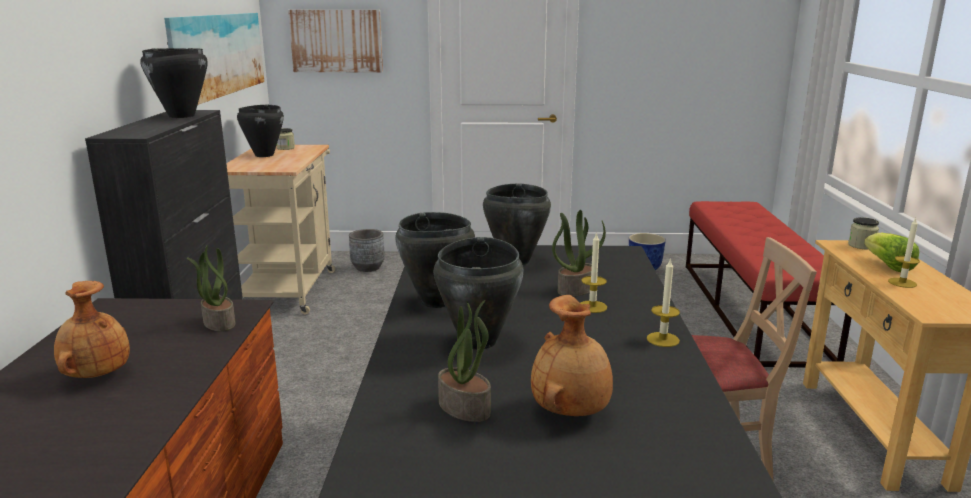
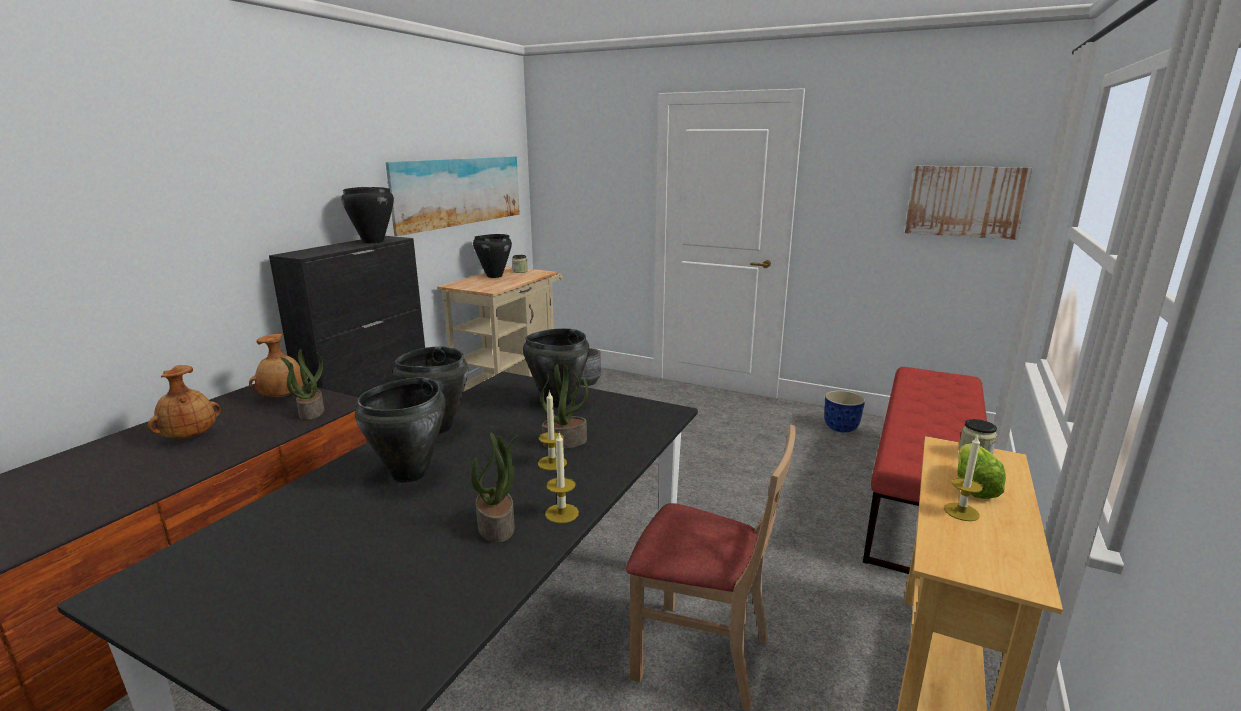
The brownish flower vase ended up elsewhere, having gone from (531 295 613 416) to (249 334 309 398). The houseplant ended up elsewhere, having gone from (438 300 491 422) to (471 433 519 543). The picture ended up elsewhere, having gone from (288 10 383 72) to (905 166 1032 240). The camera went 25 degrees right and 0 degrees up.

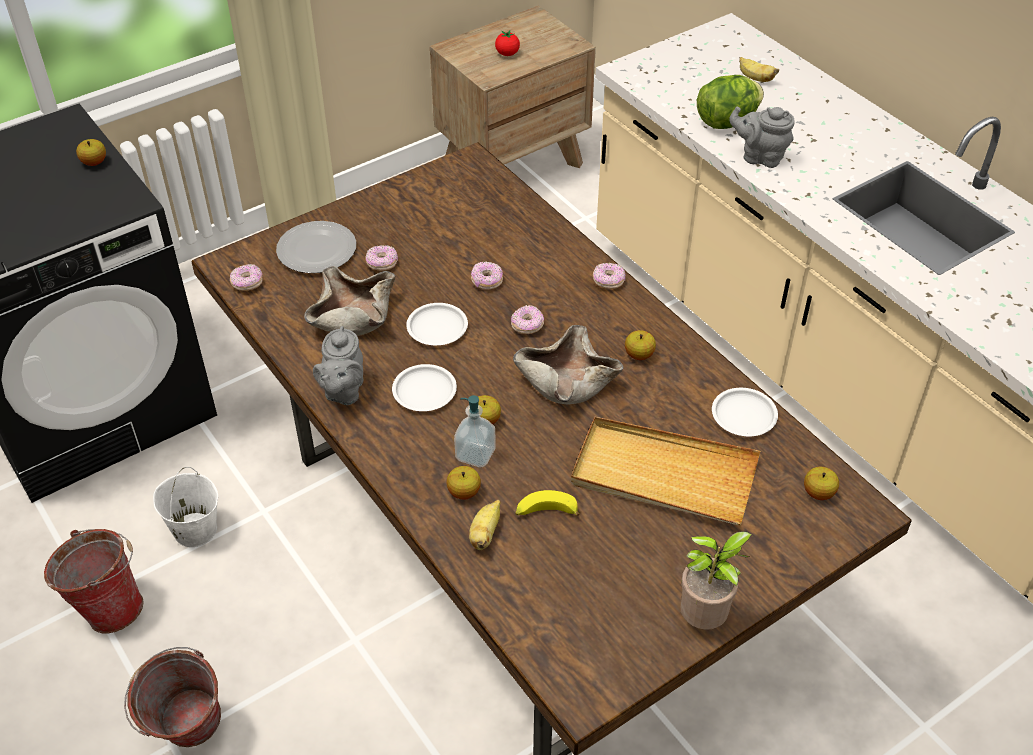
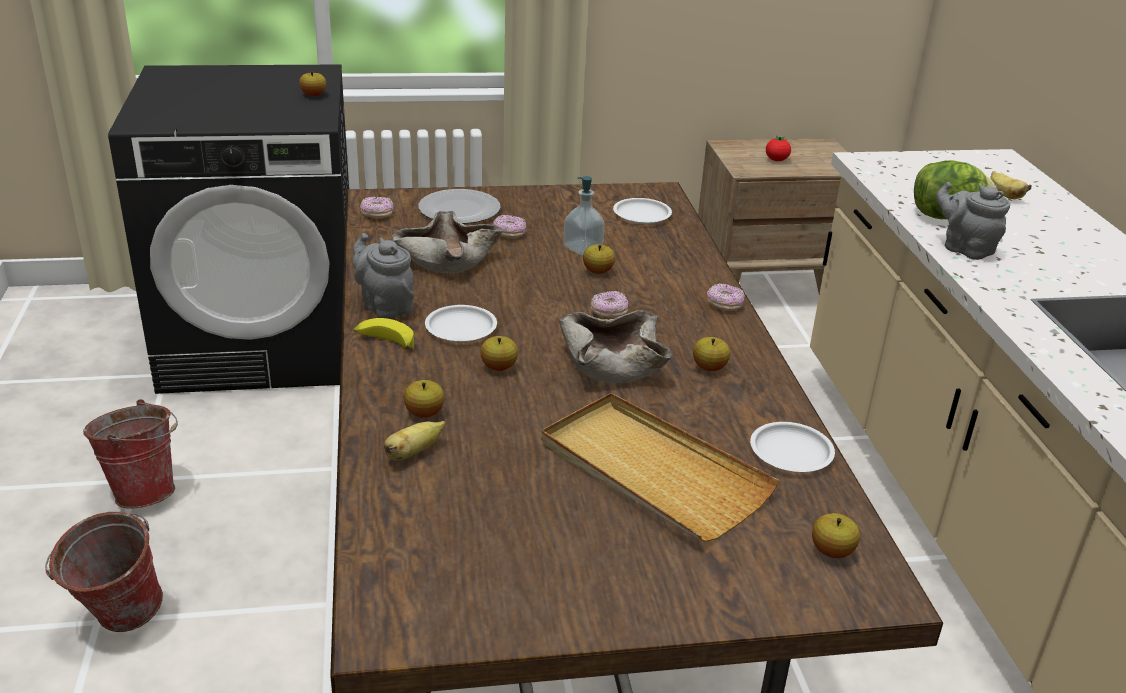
The grey pot for tea at (313 326 363 405) ended up facing another way, 105 degrees clockwise from before. The banana ended up elsewhere, having gone from (515 490 580 516) to (354 318 414 349). The liquid soap bottle ended up elsewhere, having gone from (454 395 496 467) to (563 176 605 255). Where the donut stood at (471 262 503 289), the whole apple came to stand at (583 244 615 274). The white-coloured dinner plate ended up elsewhere, having gone from (406 303 468 345) to (613 198 672 224). The second view lost the white-coloured water bucket at (153 467 218 547). The second view lost the houseplant at (681 531 751 630). The camera went 25 degrees right and 15 degrees down.

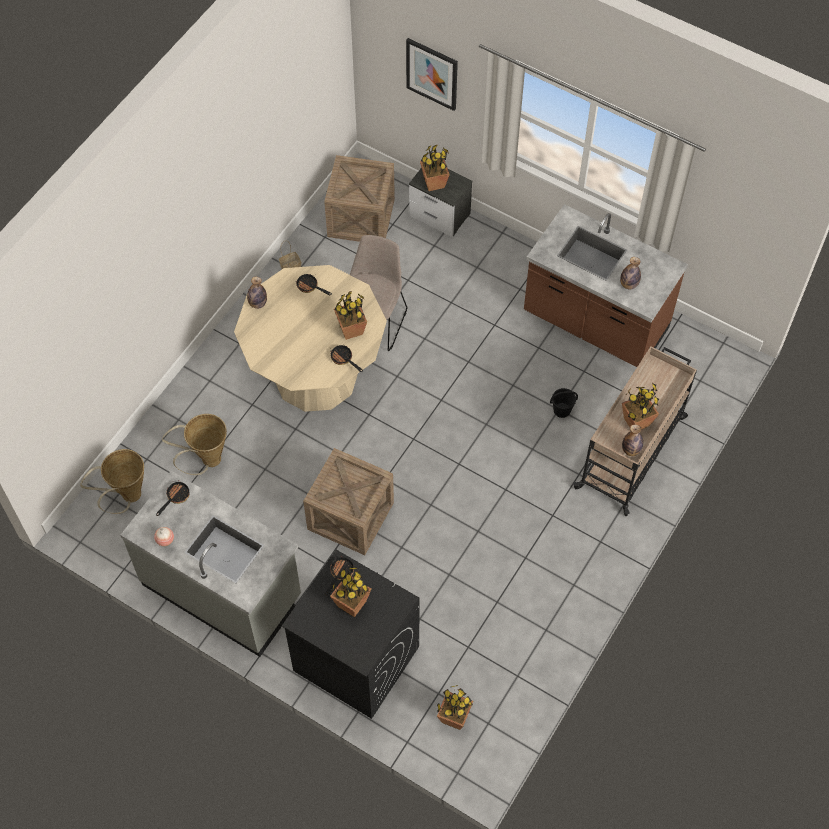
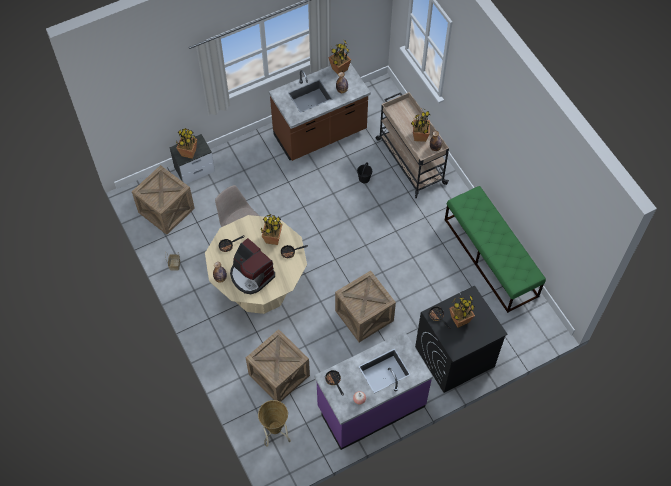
The second view gained the coffee brewer at (230 238 275 294). Where the basket stood at (162 414 227 475), the shipping crate came to stand at (246 329 310 402). What was the grey kitchen base unit at (120 471 301 657) turned into the purple-coloured kitchen base unit at (314 331 433 450). The houseplant ended up elsewhere, having gone from (437 685 473 730) to (328 40 351 74). The second view gained the green indoor bench at (445 186 546 313). The second view lost the picture at (406 38 458 111). The camera went 60 degrees left and 0 degrees up.

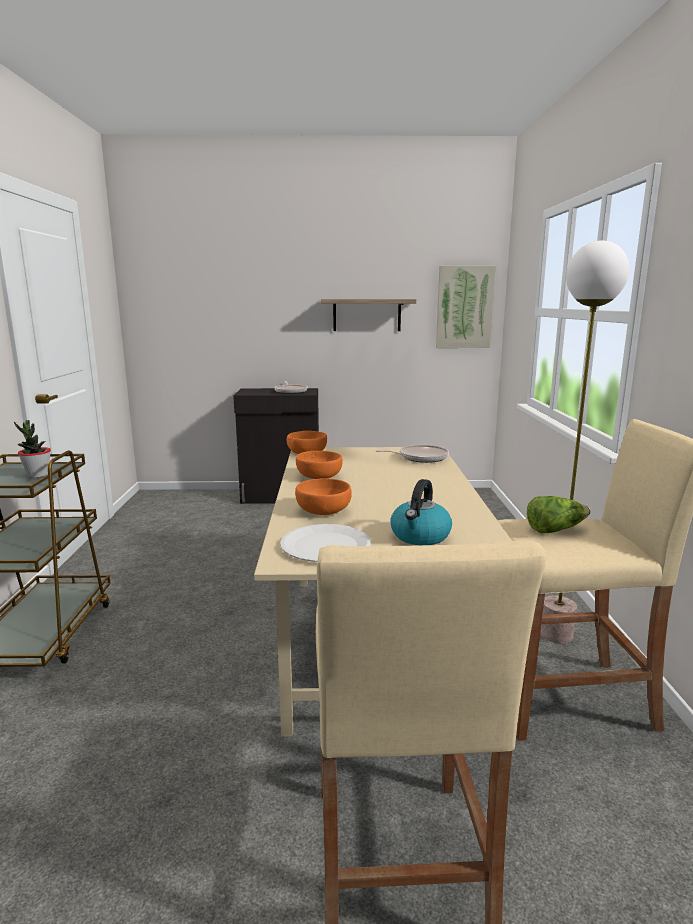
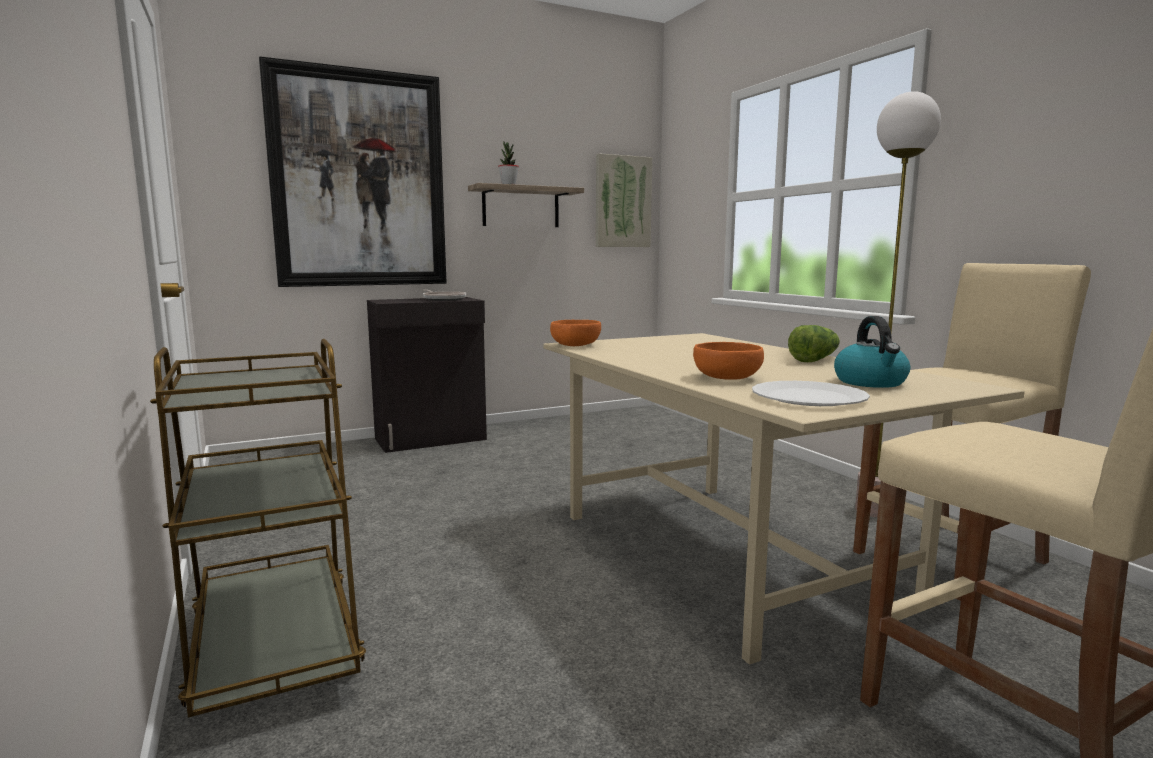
The second view gained the picture at (259 56 447 287). The houseplant ended up elsewhere, having gone from (14 420 51 478) to (498 141 519 184). The head of lettuce ended up elsewhere, having gone from (527 496 590 533) to (788 325 840 362). The second view lost the orange-coloured serving bowl at (296 451 343 479). The second view lost the skillet at (376 445 449 463). The camera went 25 degrees left and 5 degrees down.

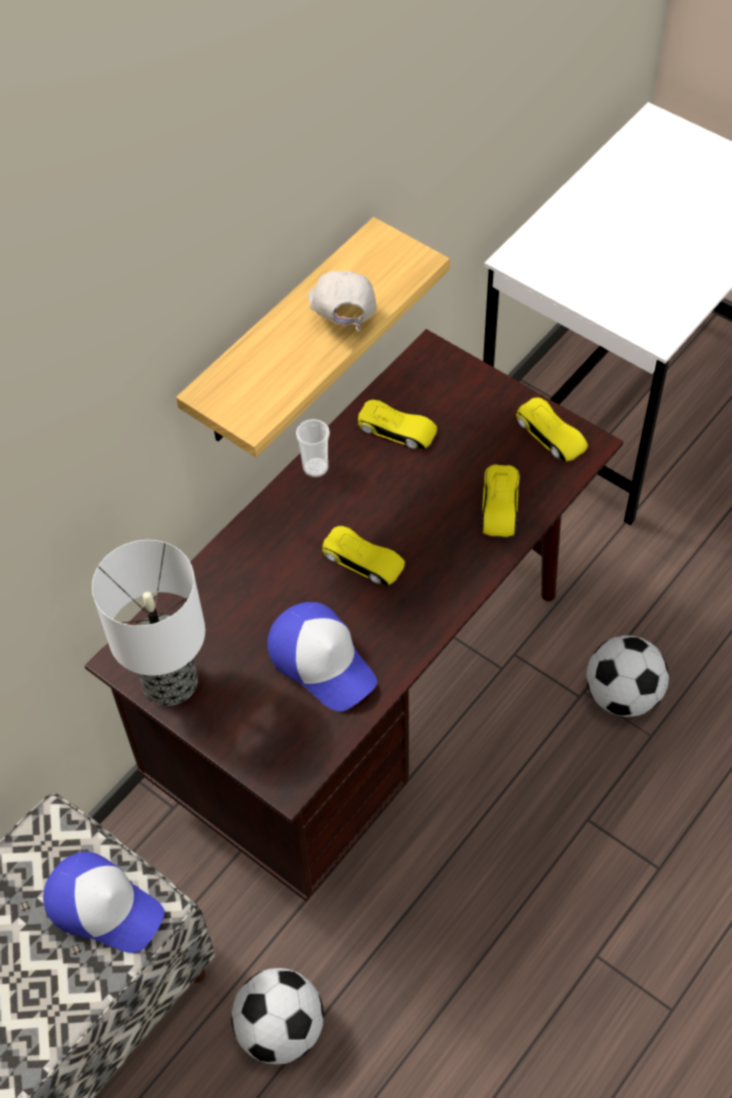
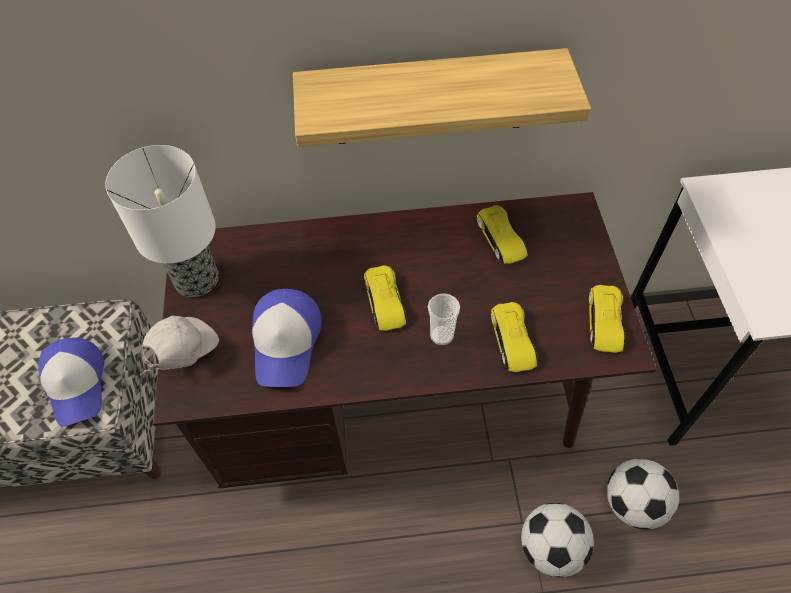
The white-coloured cap ended up elsewhere, having gone from (308 271 377 331) to (140 316 219 376). The cup ended up elsewhere, having gone from (296 419 330 478) to (428 293 460 345). The yellowish model car at (481 464 520 537) ended up facing another way, 60 degrees counterclockwise from before. The ball for football ended up elsewhere, having gone from (231 968 324 1065) to (607 459 679 530). The camera went 45 degrees right and 0 degrees up.

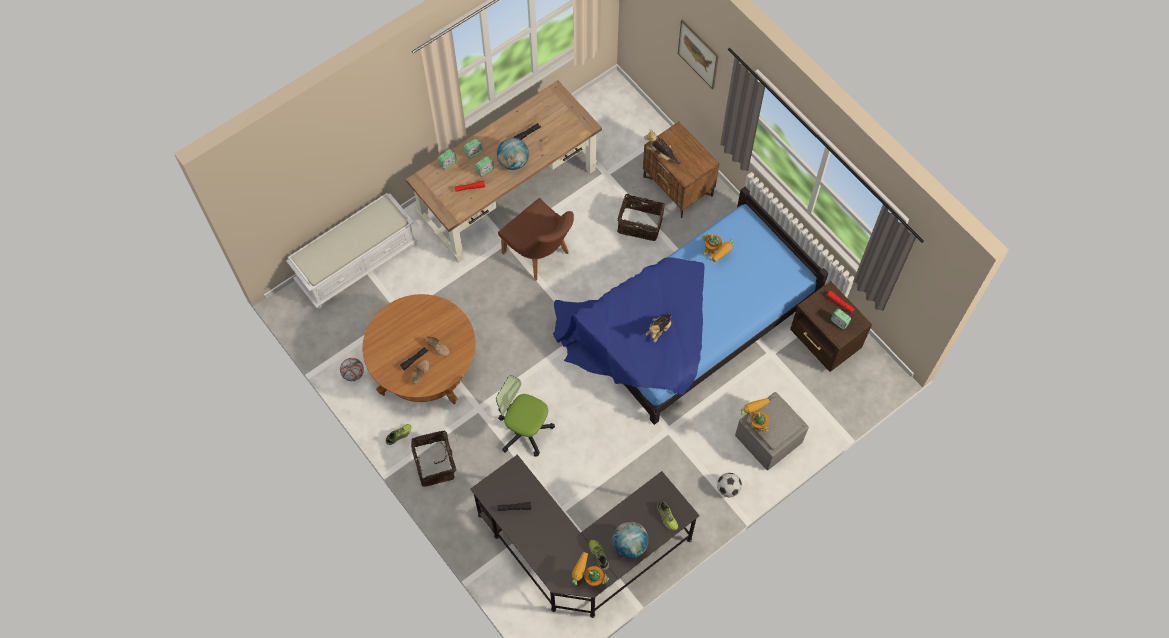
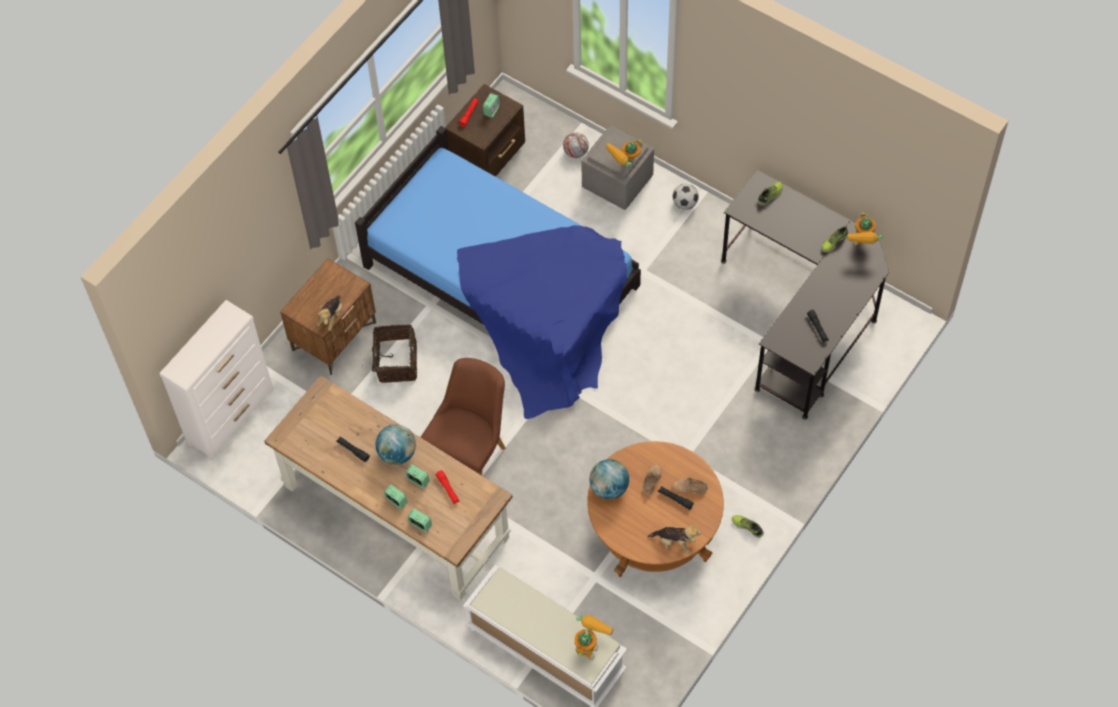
The second view gained the white-coloured dresser at (160 300 274 461). The ball for football ended up elsewhere, having gone from (340 358 364 381) to (563 132 589 158). The model robot ended up elsewhere, having gone from (702 234 734 262) to (574 615 613 660). The desk globe ended up elsewhere, having gone from (612 522 648 559) to (589 459 629 499). The cuddly toy ended up elsewhere, having gone from (645 312 672 343) to (648 523 701 553). The second view lost the basket at (411 430 456 487). The second view lost the desk chair at (496 375 555 456). The second view lost the picture at (678 20 719 89). The camera went 105 degrees left and 5 degrees down.

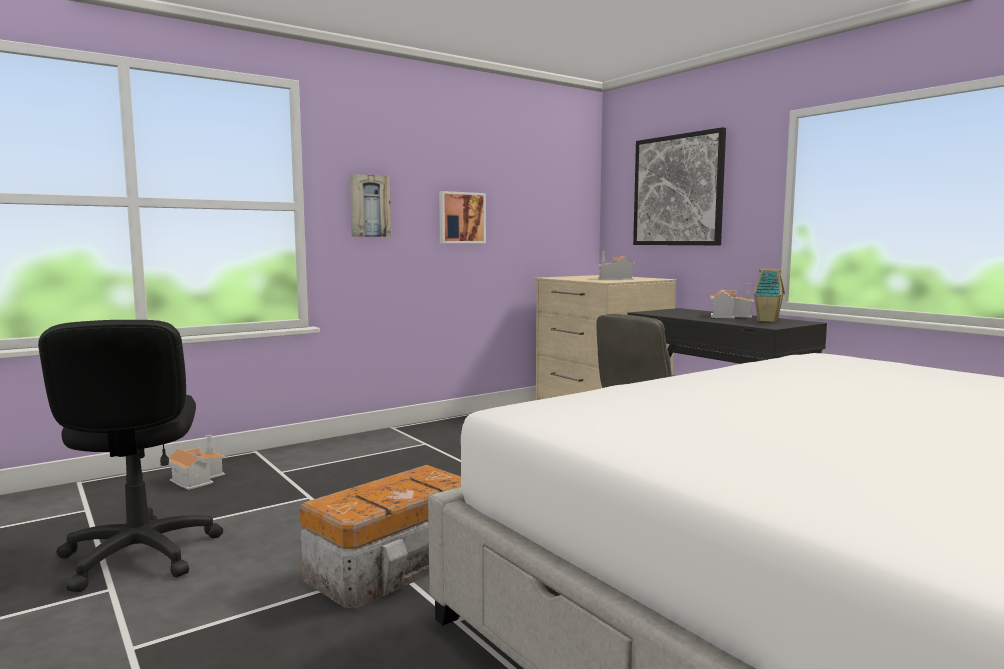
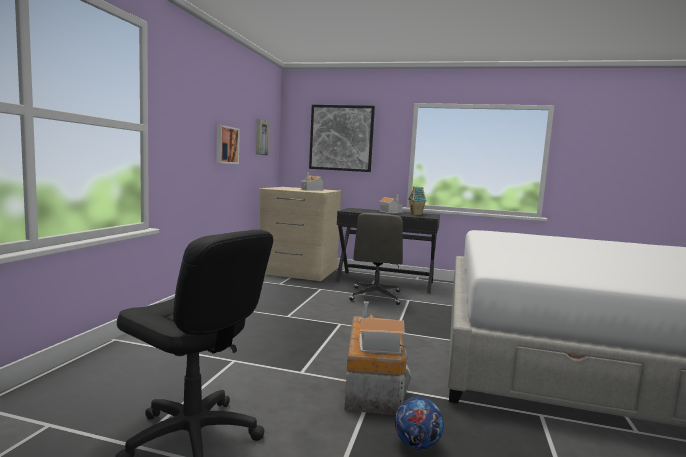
The picture ended up elsewhere, having gone from (350 174 391 237) to (256 119 270 156). The miniature house ended up elsewhere, having gone from (169 435 226 490) to (359 301 405 354). The second view gained the ball for football at (395 397 444 450). The camera went 40 degrees left and 0 degrees up.

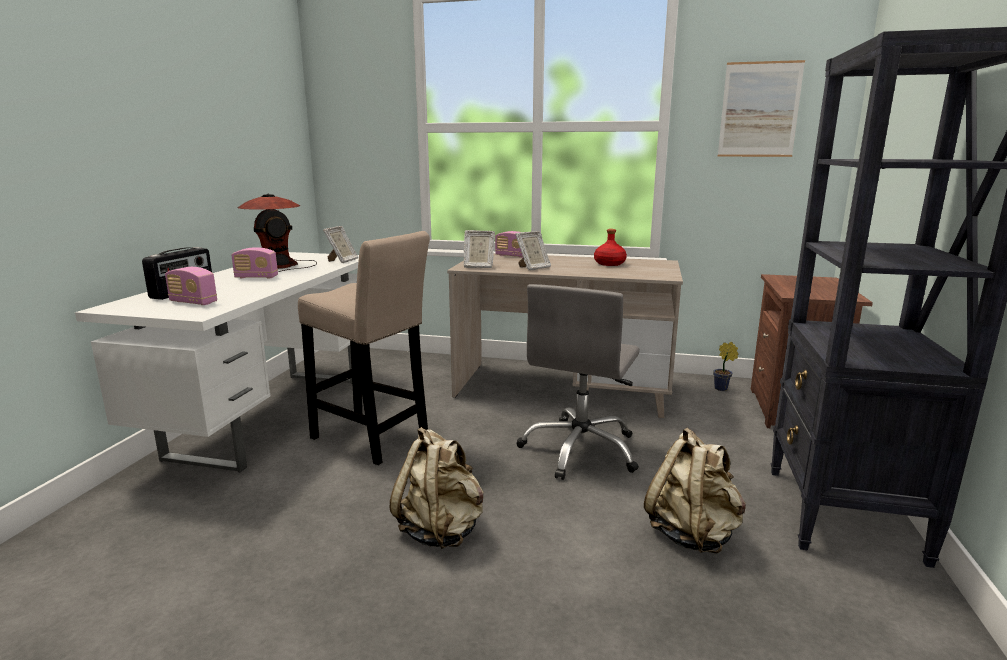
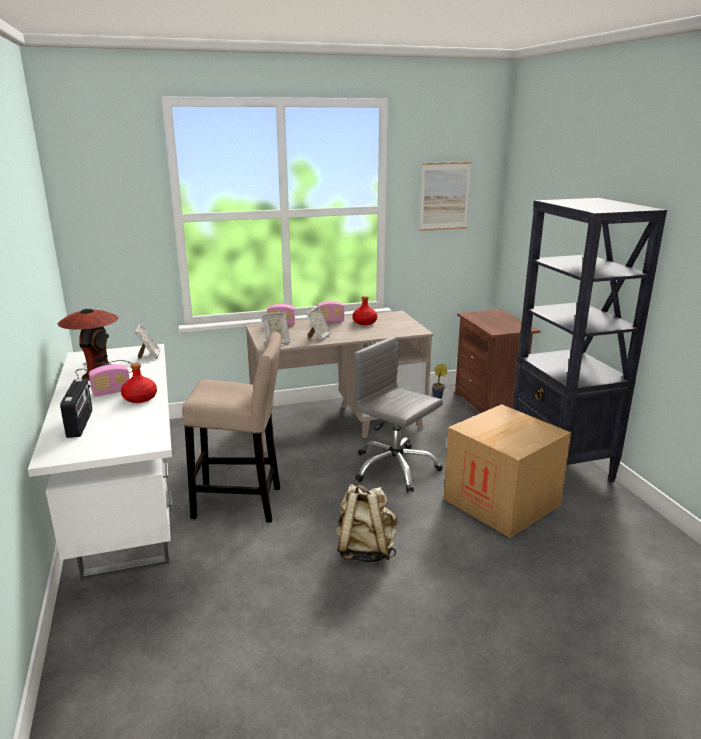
The second view gained the reddish beverage bottle at (121 363 157 403). The radio receiver ended up elsewhere, having gone from (165 267 217 305) to (317 301 344 322). The grey desk chair at (516 284 640 480) ended up facing another way, 135 degrees clockwise from before. Where the beige-coloured knapsack stood at (644 428 746 554), the cardboard box came to stand at (444 404 571 538). The camera went 30 degrees left and 5 degrees up.

